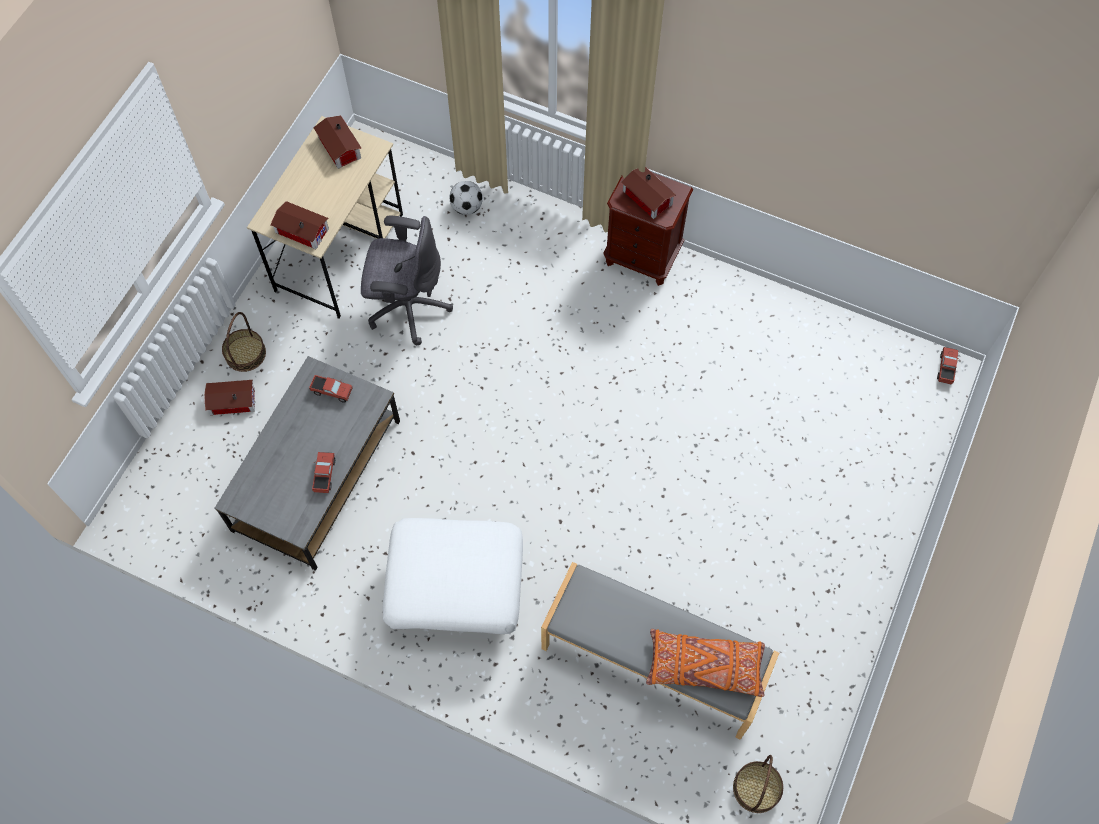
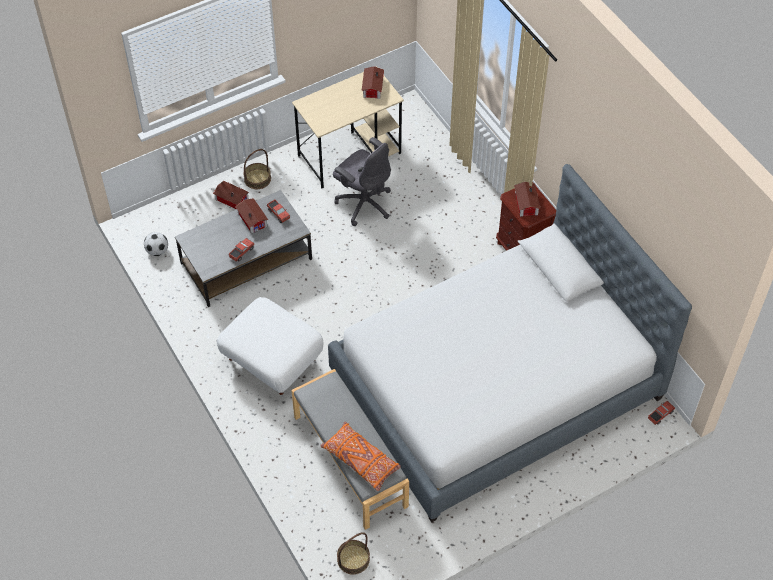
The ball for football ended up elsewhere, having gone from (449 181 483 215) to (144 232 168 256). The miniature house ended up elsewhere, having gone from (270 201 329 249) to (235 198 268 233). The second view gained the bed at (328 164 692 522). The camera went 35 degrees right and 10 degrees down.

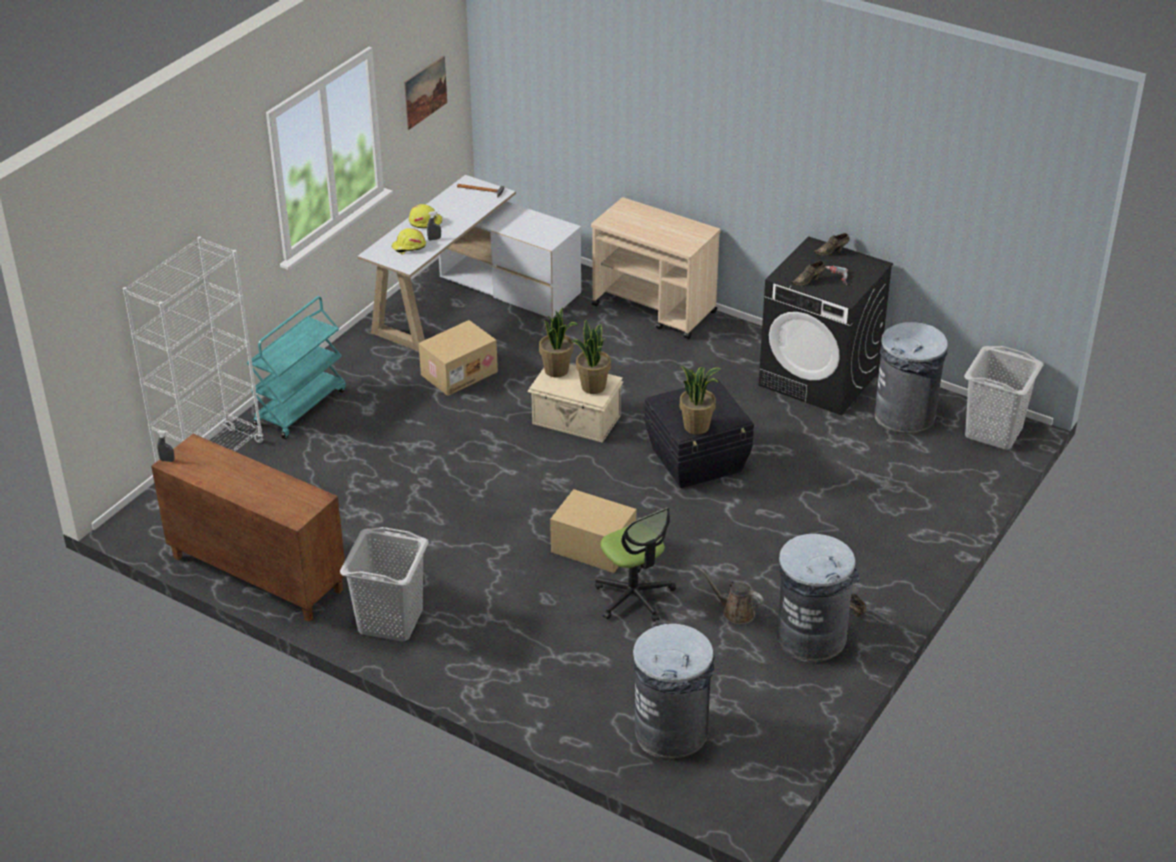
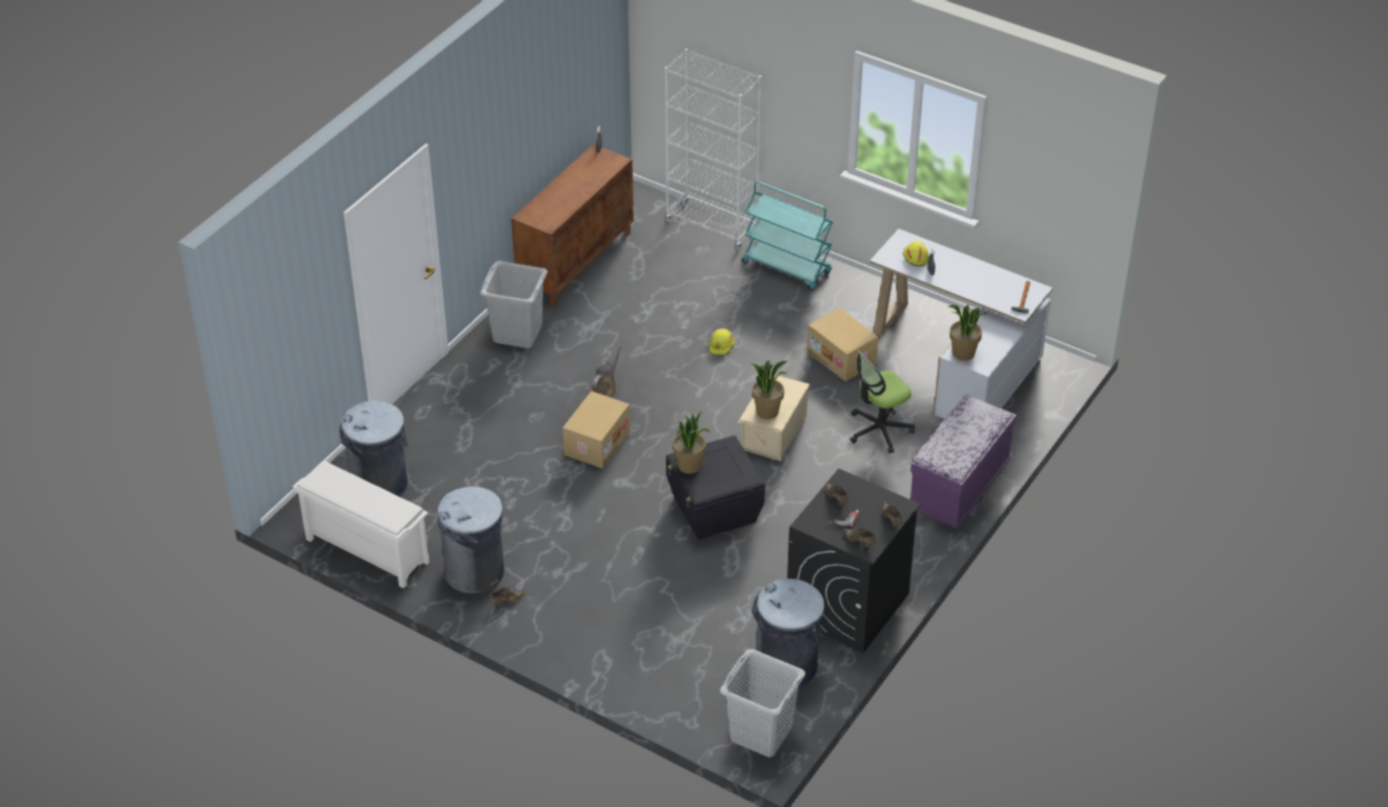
The second view gained the white-coloured shoe stand at (293 460 429 589). The brownish sprinkling can ended up elsewhere, having gone from (699 568 764 624) to (592 344 623 397). The yellowish hard hat ended up elsewhere, having gone from (409 204 442 228) to (709 328 734 355). The second view gained the brownish low shoe at (844 528 876 547). The desk chair ended up elsewhere, having gone from (595 507 676 622) to (850 350 915 454). Where the beige-coloured cart stood at (591 197 721 339), the purple-coloured indoor bench came to stand at (910 395 1017 528). The houseplant ended up elsewhere, having gone from (539 308 579 377) to (948 304 987 361). The second view lost the picture at (404 56 447 130). The camera went 90 degrees right and 5 degrees up.

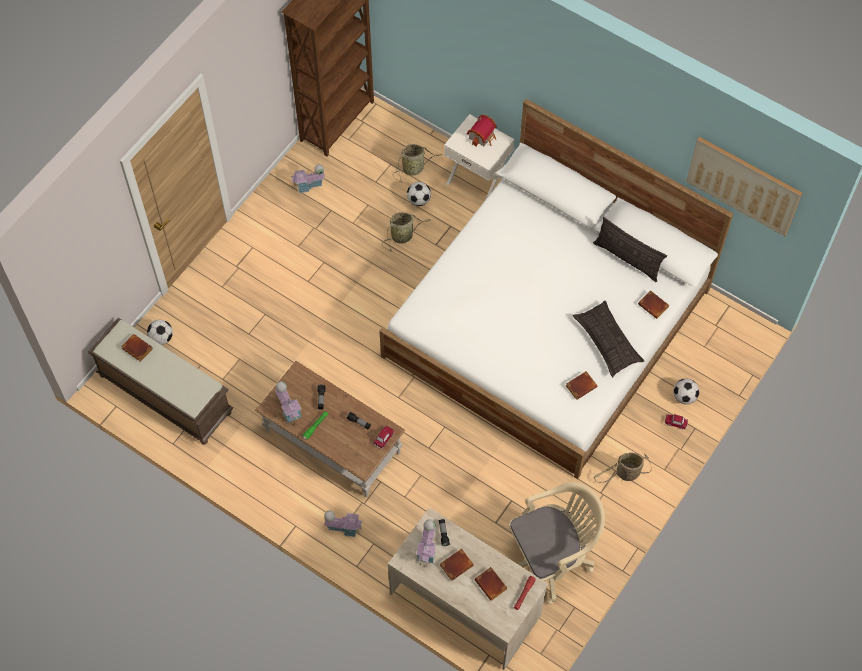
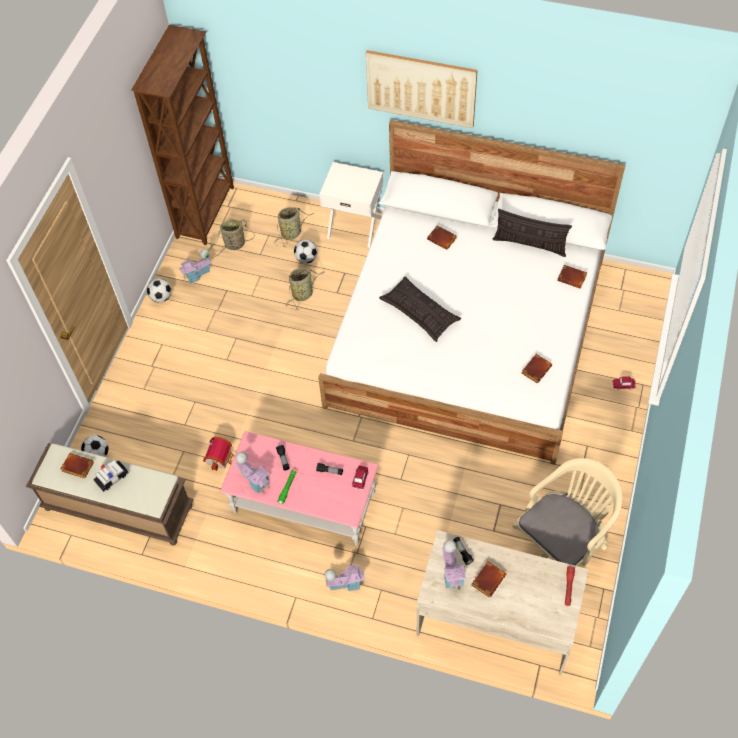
The second view gained the model car at (93 460 129 492). The ball for football ended up elsewhere, having gone from (673 378 699 404) to (147 278 172 303). The miniature house ended up elsewhere, having gone from (467 115 497 146) to (203 437 234 471). The basket ended up elsewhere, having gone from (594 453 652 483) to (208 219 255 258). What was the brownish lounge table at (255 361 405 497) turned into the pink-coloured lounge table at (220 431 379 546). The picture ended up elsewhere, having gone from (686 137 802 236) to (366 50 477 128). The throw pillow ended up elsewhere, having gone from (573 301 645 377) to (379 276 461 342). The brownish volume ended up elsewhere, having gone from (474 567 507 601) to (427 225 457 250). The camera went 15 degrees left and 5 degrees down.

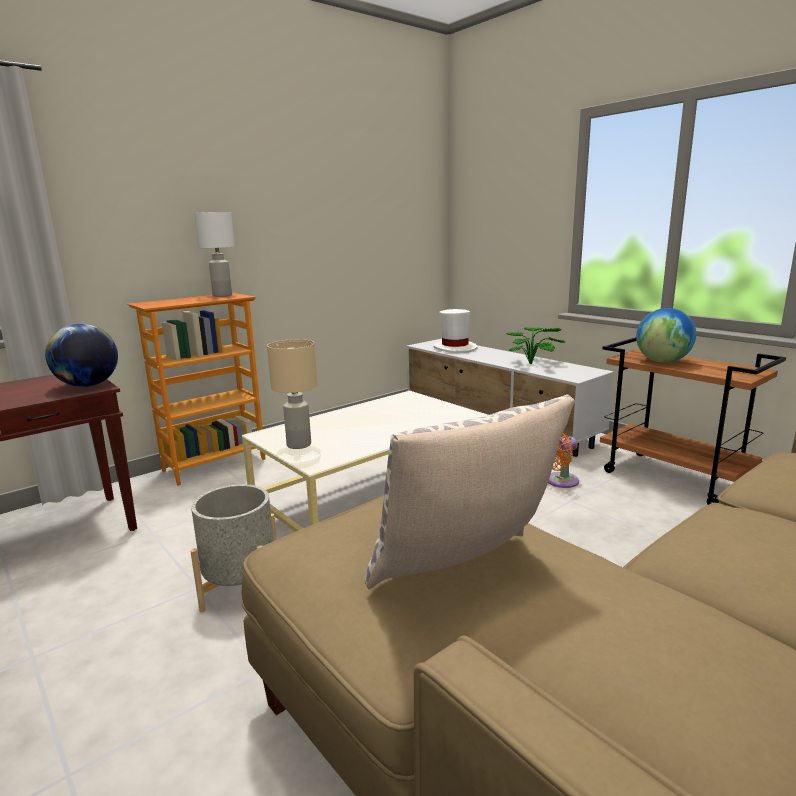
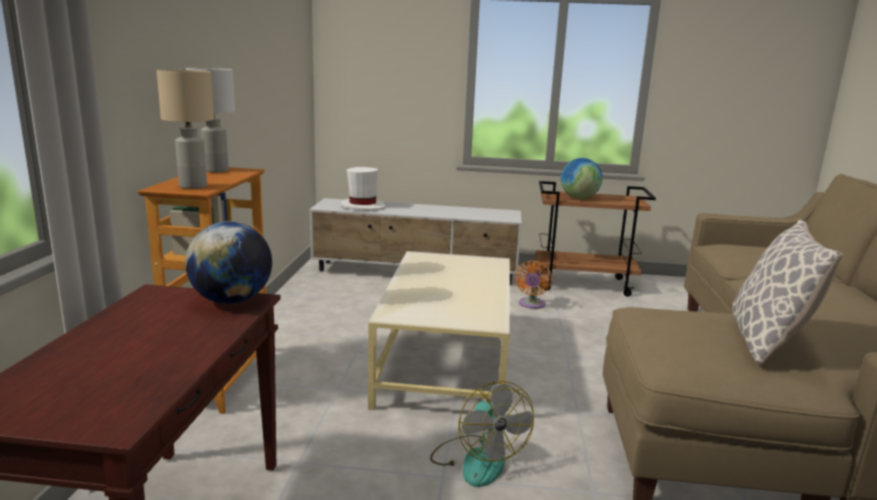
The beige-coloured lamp for a table ended up elsewhere, having gone from (267 339 317 449) to (157 70 214 189). Where the grey plant pot stood at (190 484 277 612), the fan came to stand at (430 381 534 487). The second view lost the houseplant at (506 327 565 364). The camera went 45 degrees left and 0 degrees up.

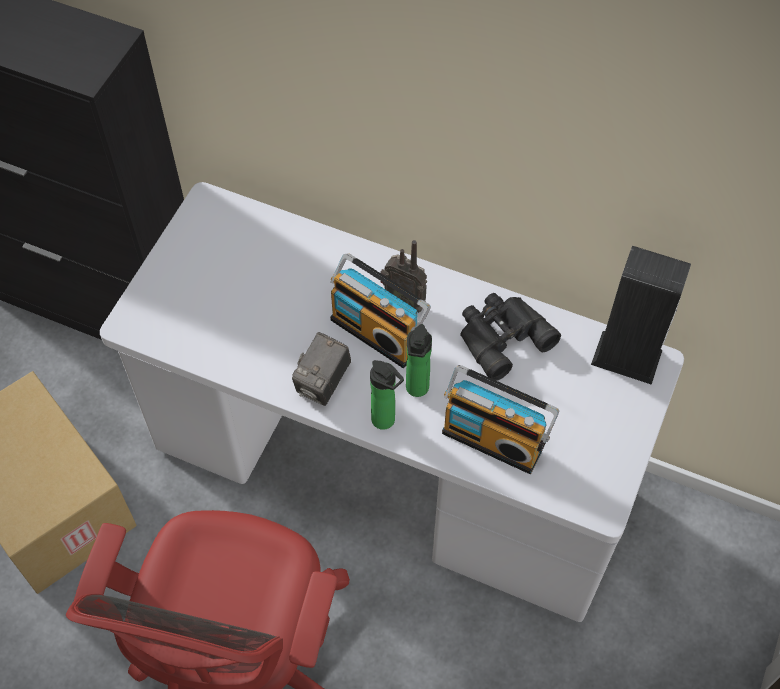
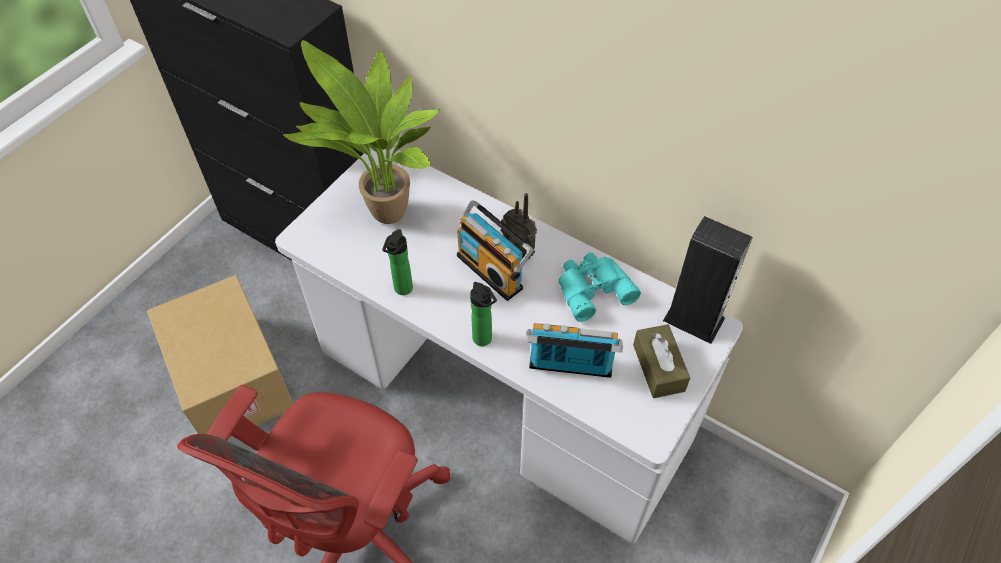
The second view gained the houseplant at (283 40 440 224). The beverage bottle ended up elsewhere, having gone from (406 324 432 397) to (382 229 413 295). The radio receiver at (442 365 559 474) ended up facing another way, 150 degrees clockwise from before. What was the black-coloured field glasses at (460 293 561 381) turned into the blue-green field glasses at (558 253 641 322). The second view gained the brownish tissue box at (633 324 690 398). The second view lost the photo camera at (292 332 351 406). The camera went 10 degrees right and 5 degrees down.

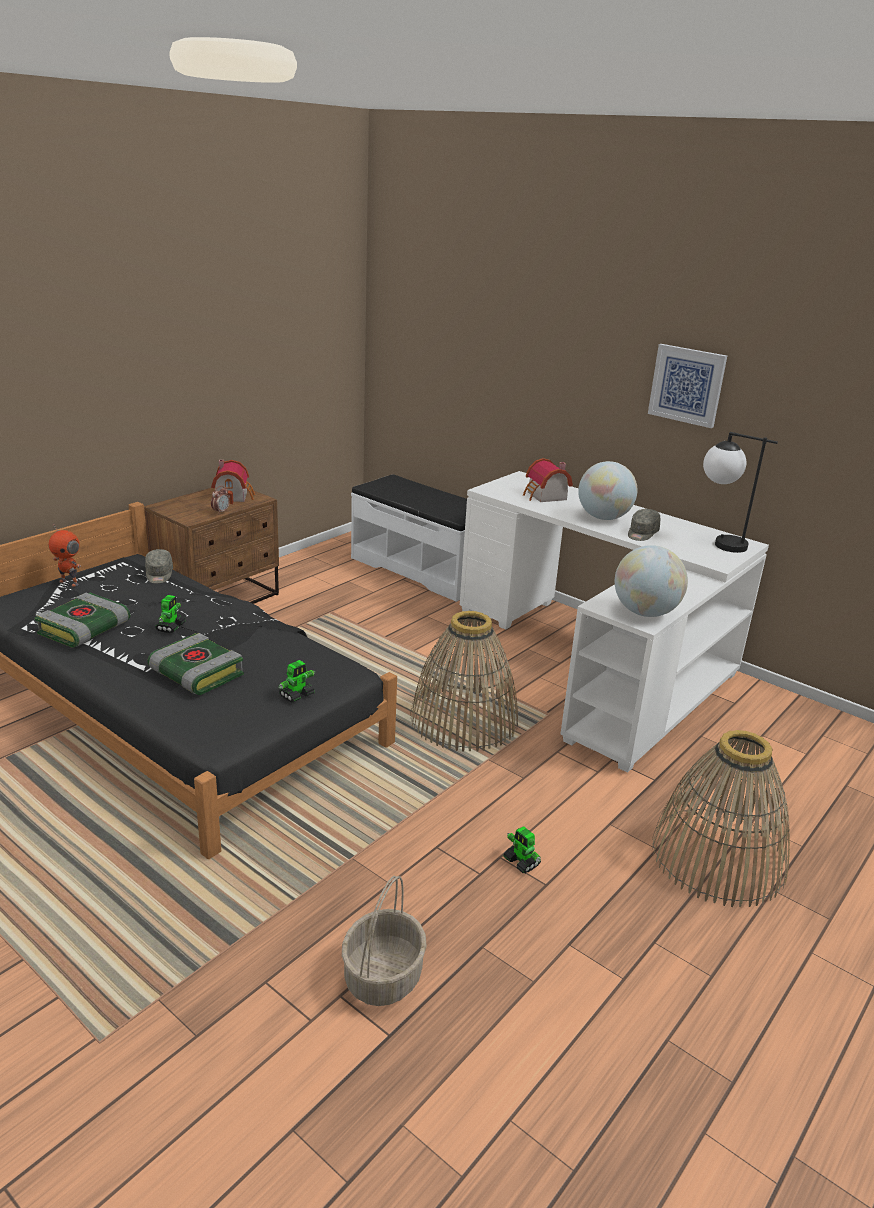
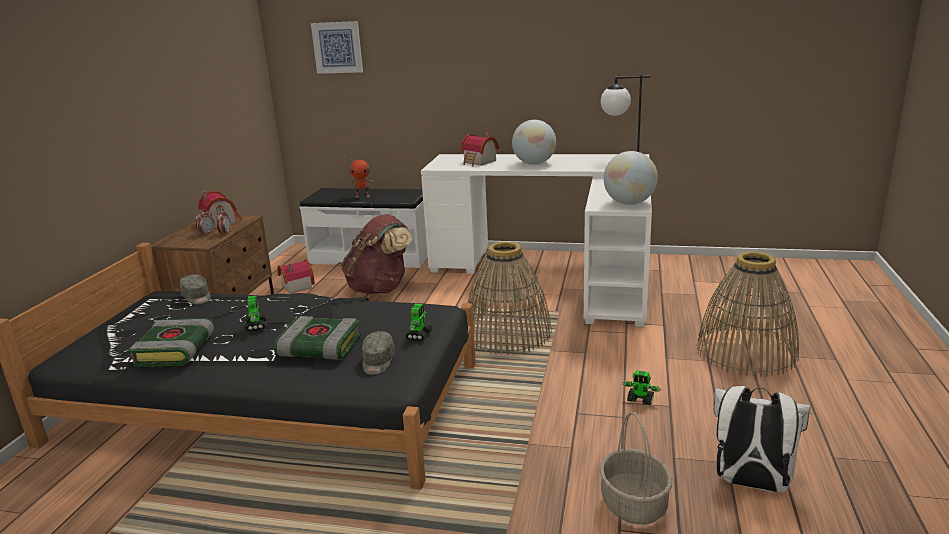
The second view gained the table clock at (195 209 214 236). The second view gained the miniature house at (277 259 315 294). The picture ended up elsewhere, having gone from (648 344 727 428) to (311 21 363 74). The second view gained the brownish knapsack at (341 214 412 294). The model robot ended up elsewhere, having gone from (49 524 81 587) to (348 158 373 198). The grey cap ended up elsewhere, having gone from (628 509 660 541) to (362 331 395 375). The second view gained the white-coloured knapsack at (713 386 810 492). The camera went 25 degrees left and 5 degrees down.

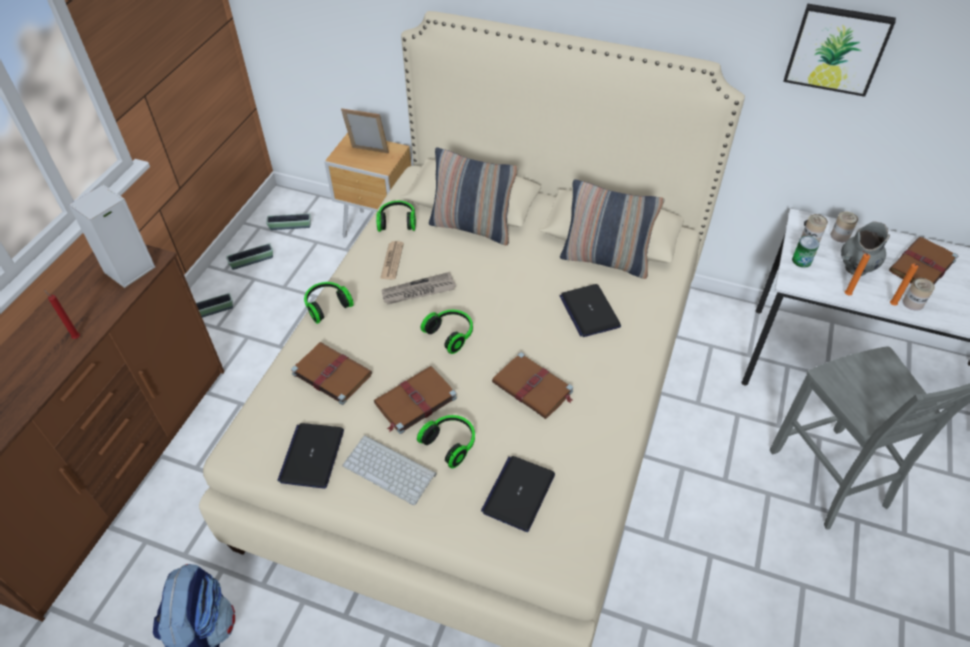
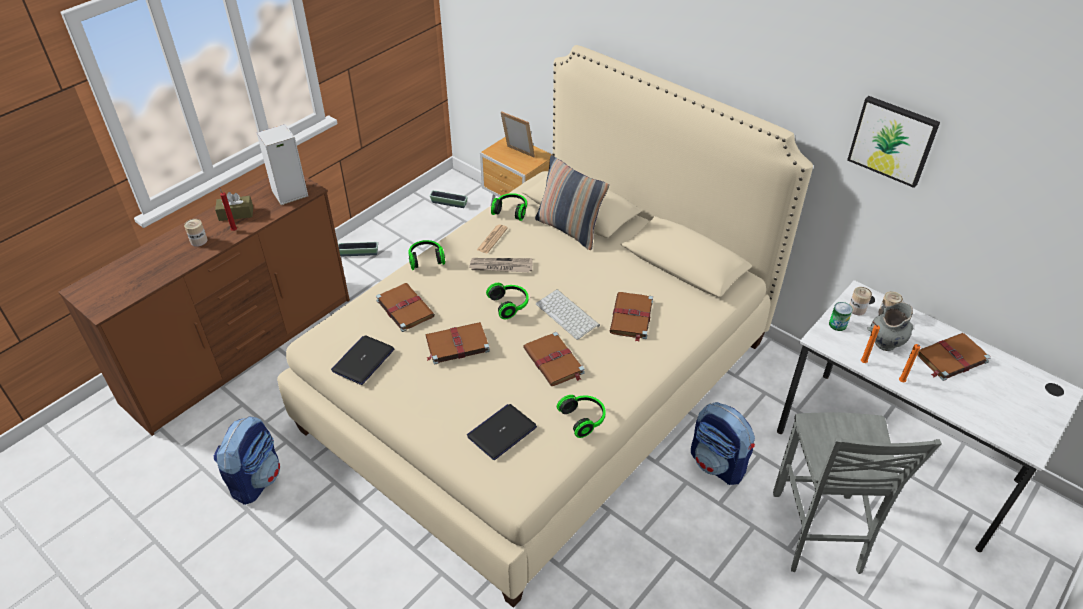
The sealed can ended up elsewhere, having gone from (903 278 935 311) to (184 219 208 247). The second view gained the brownish tissue box at (215 192 253 221). The keyboard ended up elsewhere, having gone from (342 435 437 505) to (536 289 600 340). The pair of headphones ended up elsewhere, having gone from (417 415 475 469) to (557 395 606 438). Where the notebook computer stood at (560 284 621 337), the brownish volume came to stand at (610 292 653 342). The second view gained the knapsack at (691 402 755 485). The second view lost the plant pot at (226 243 273 270). The second view lost the throw pillow at (560 179 665 279). The camera went 20 degrees right and 5 degrees down.

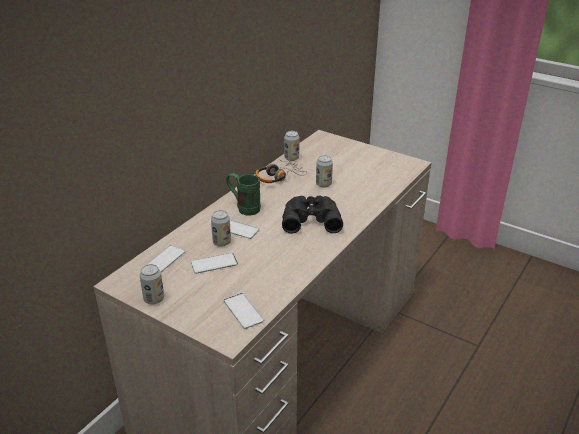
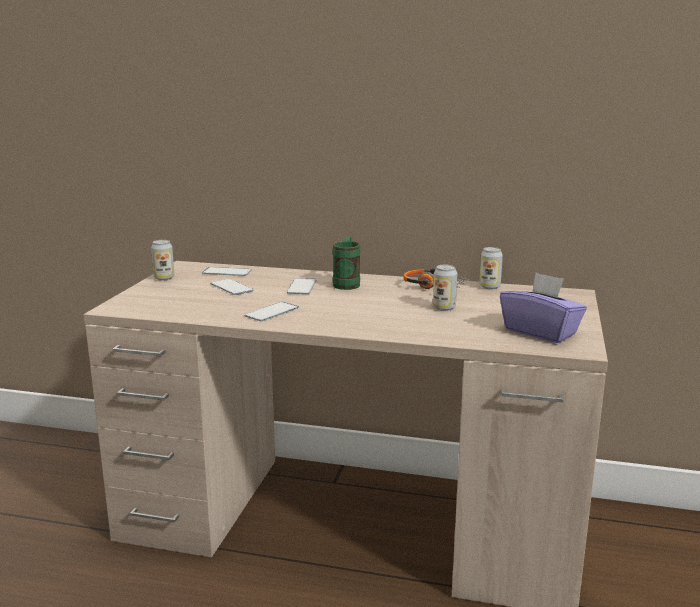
The phone ended up elsewhere, having gone from (224 293 264 329) to (245 302 299 321). The second view gained the purple-coloured tissue box at (500 272 587 343). The second view lost the sealed can at (211 210 231 247). The second view lost the black-coloured field glasses at (282 196 343 234). The camera went 70 degrees right and 15 degrees down.

